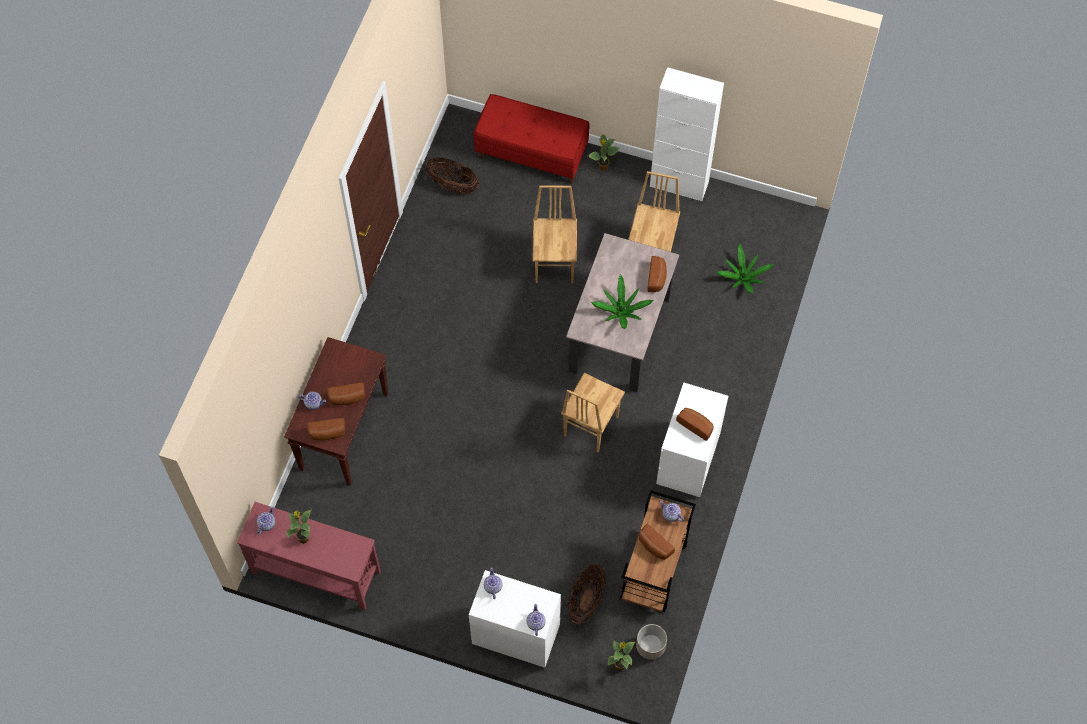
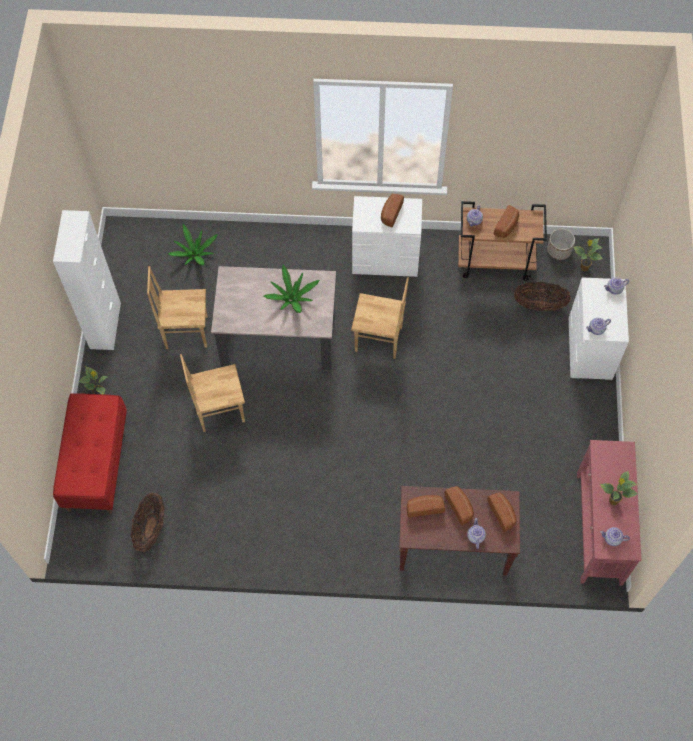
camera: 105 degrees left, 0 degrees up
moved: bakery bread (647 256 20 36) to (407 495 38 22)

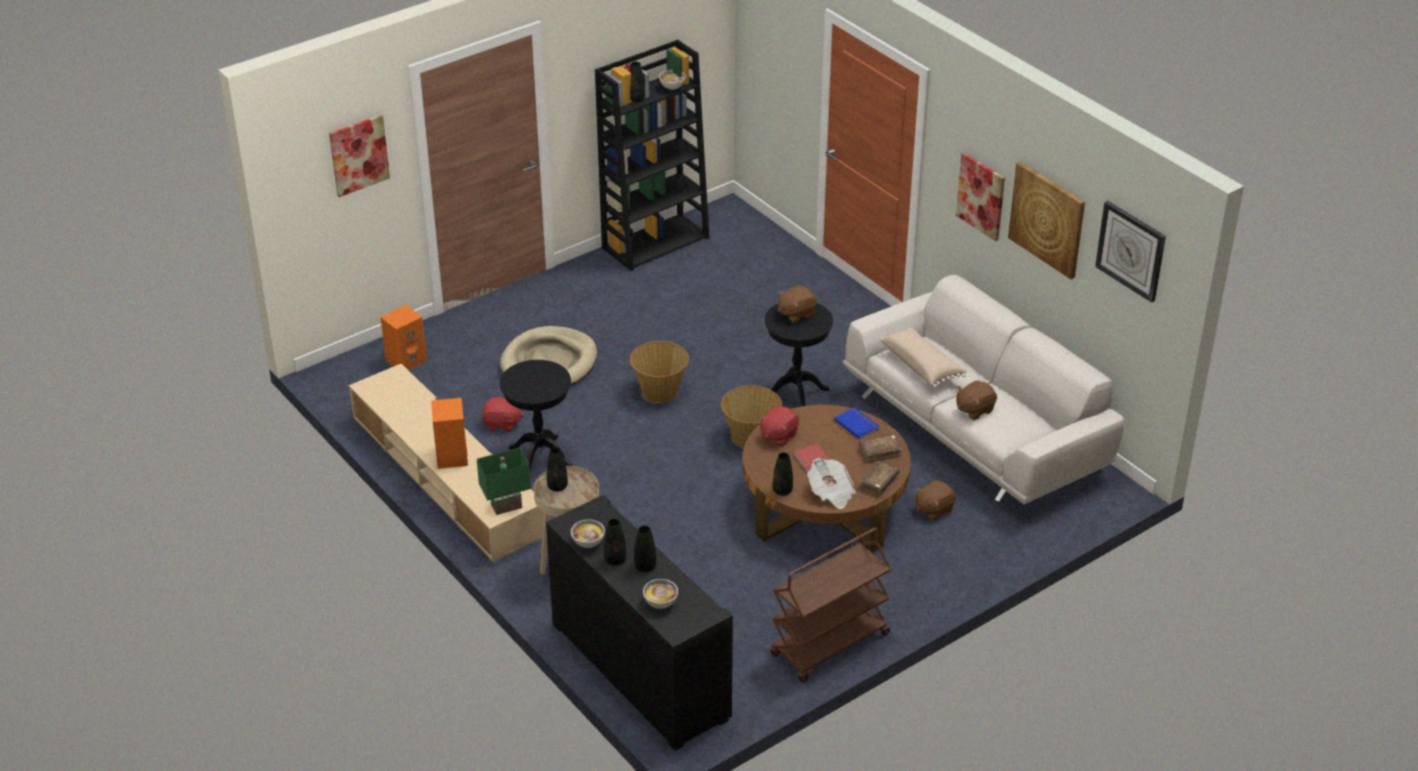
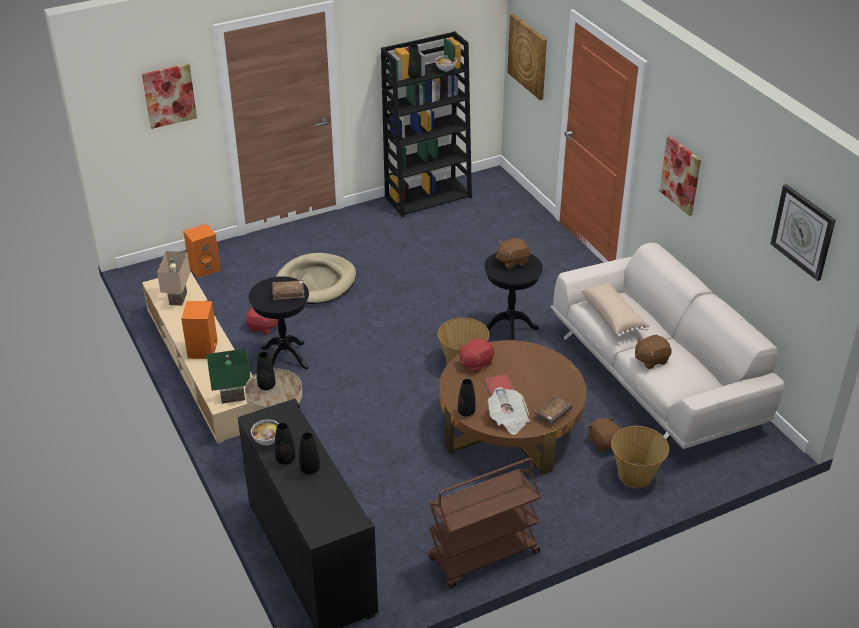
camera: 10 degrees right, 0 degrees up
removed: deep dish (643 579 35 30); bluish book (834 407 45 33)
added: beige tabletop lamp (157 251 33 55)
moved: household basket (630 341 59 62) to (611 426 58 62); brown-coloured book (859 434 44 29) to (272 280 32 20); wall picture (1008 161 77 118) to (507 14 40 86)
turned: brown-coloured plush toy (915 480 41 41) = (588 417 32 35) 90 degrees clockwise

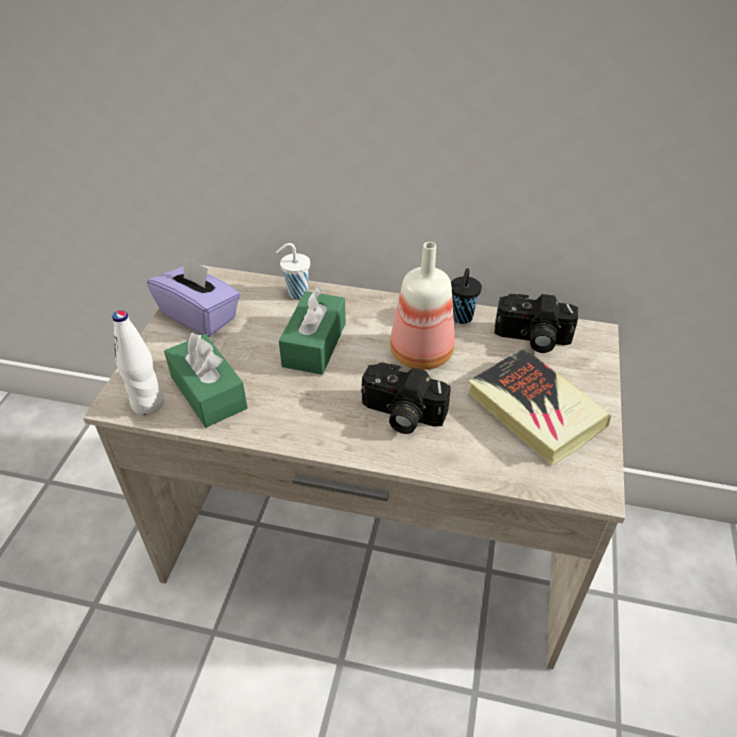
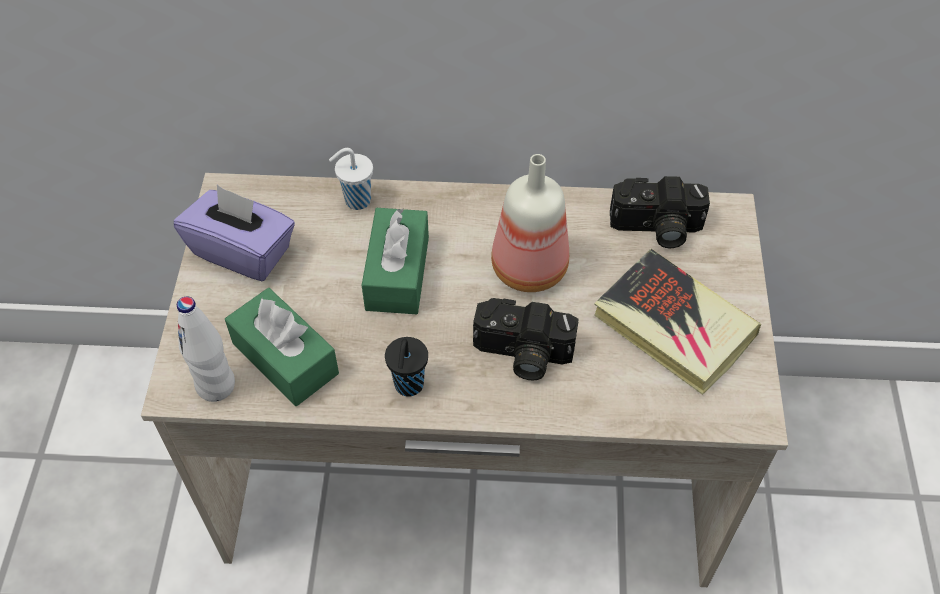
camera: 10 degrees left, 10 degrees up
moved: blackish small cup (451 268 31 56) to (385 337 43 59)

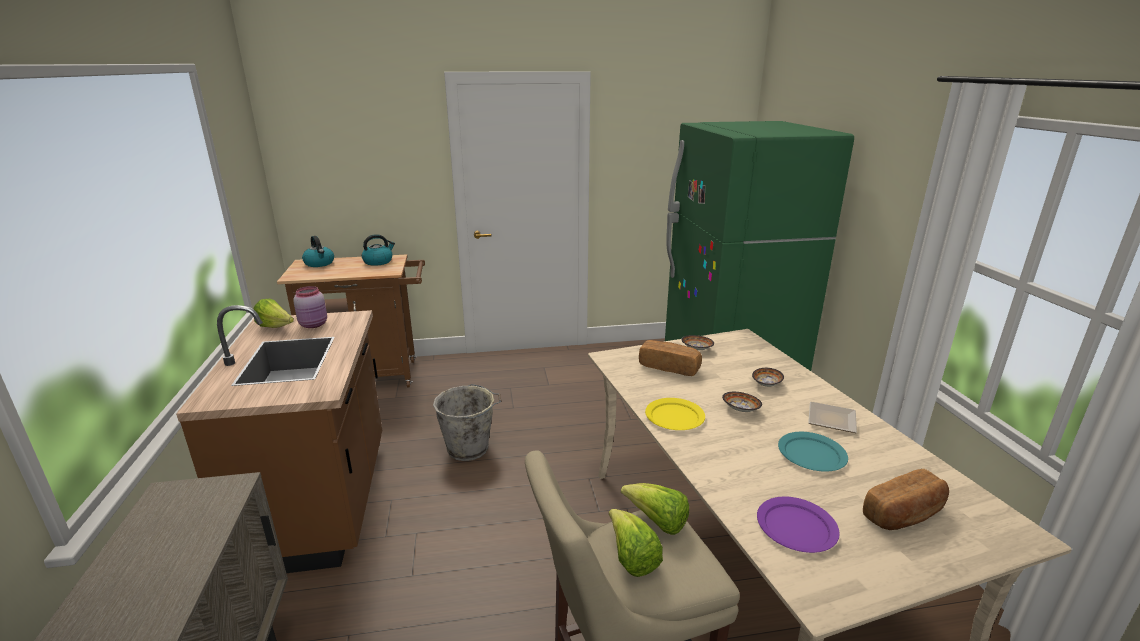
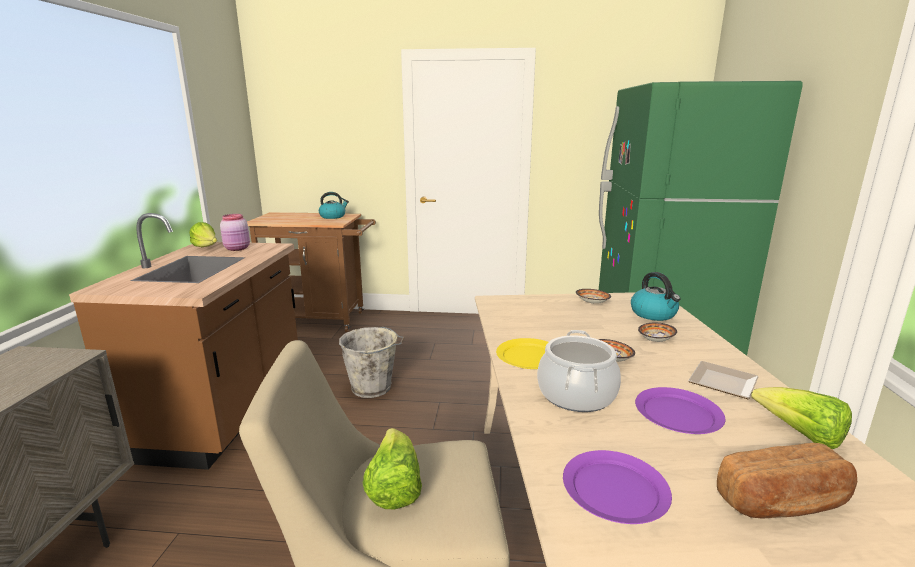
camera: 15 degrees right, 5 degrees down
removed: bakery bread (639 340 63 36)
added: saucepot (537 330 84 82)
moved: kettle (302 236 32 31) to (631 272 50 49); head of lettuce (621 483 68 52) to (751 387 101 62)
recoloured: turquoise-coloured dinner plate (778 432 70 40) to purplish dinner plate (635 387 90 47)

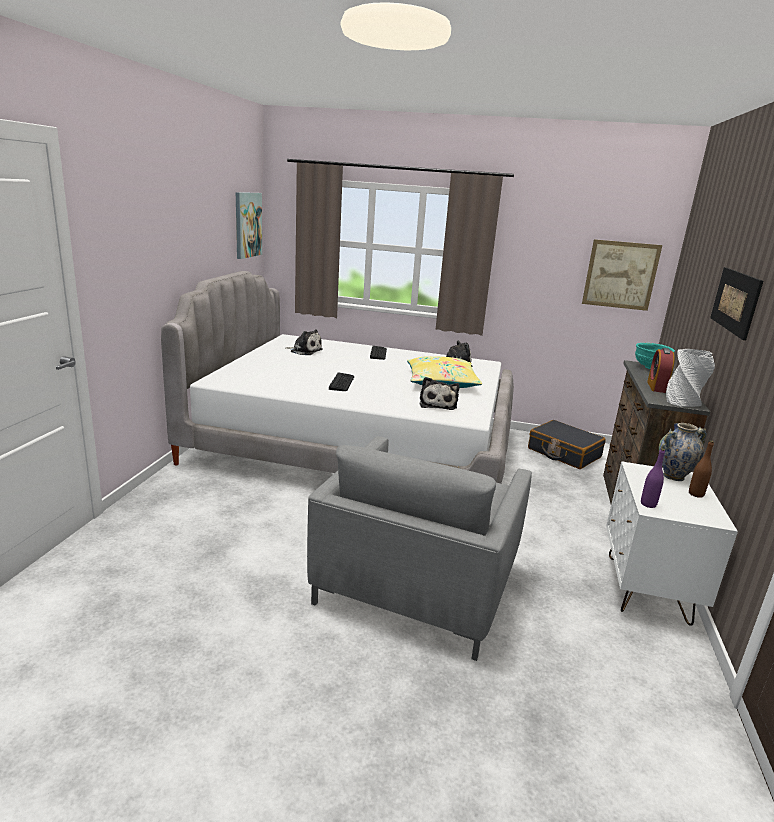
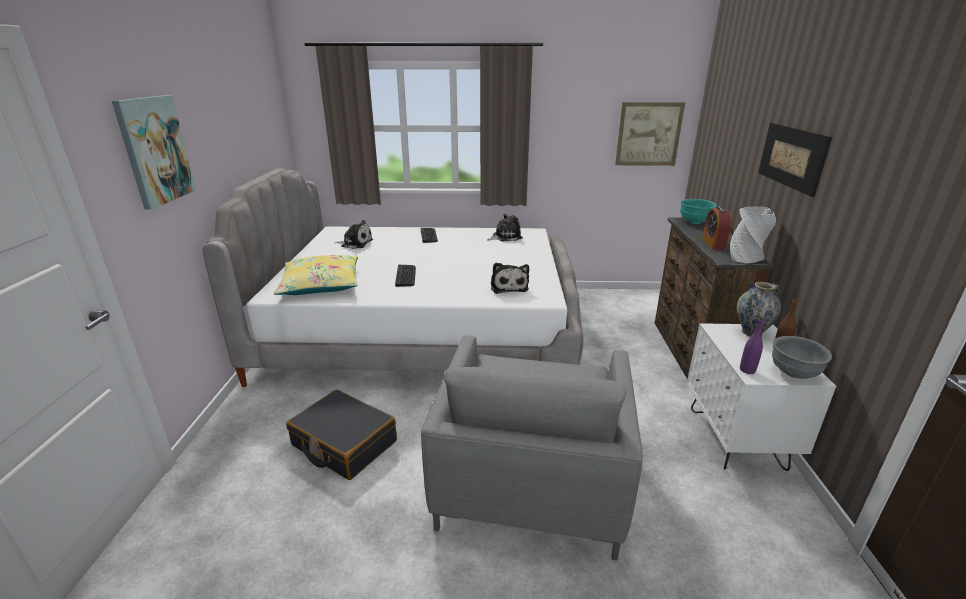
camera: 10 degrees left, 5 degrees up
added: gray deep dish (772 336 60 43)
moved: wall picture (236 192 26 67) to (112 95 84 115); yellow cushion (407 356 75 32) to (274 255 84 40); blackish travel case (528 420 78 49) to (286 389 111 91)

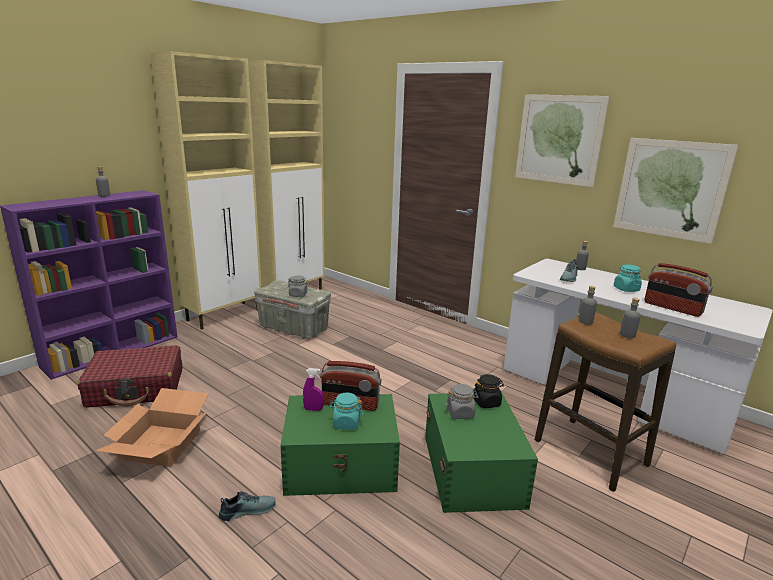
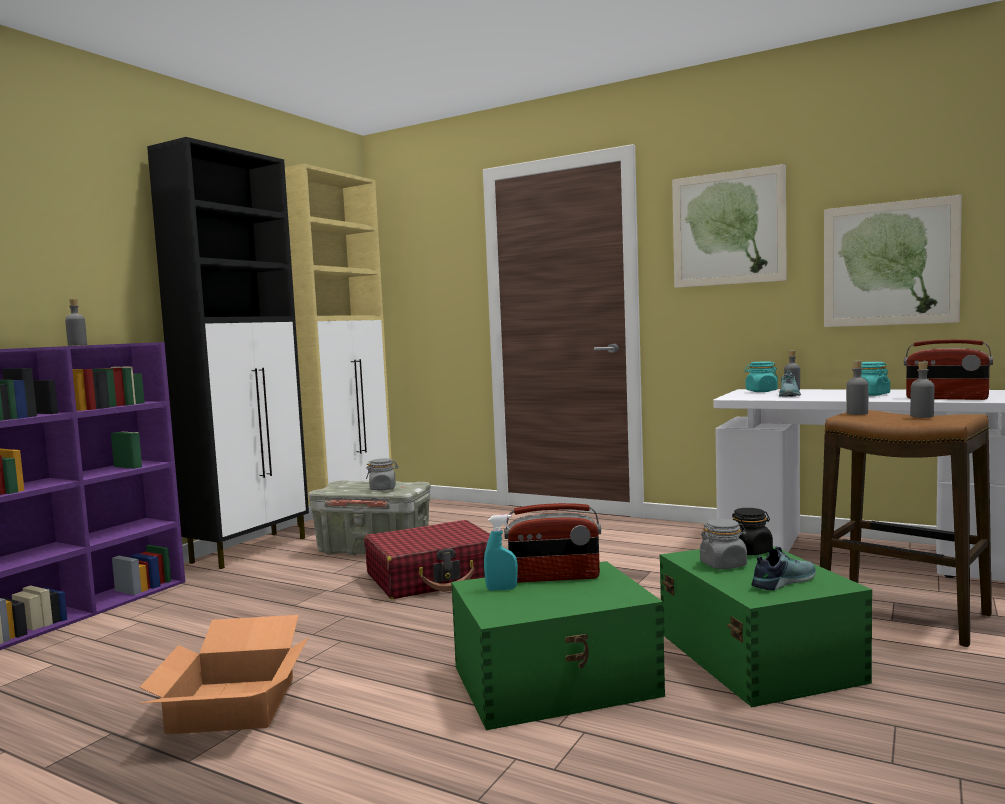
camera: 10 degrees left, 15 degrees down
moved: red-coloured travel case (78 345 104 63) to (364 520 126 79); shoe (219 491 57 30) to (751 546 65 45); turquoise-coloured preserve jar (330 393 33 37) to (745 361 33 31)
recoloured: beige cupboard (150 51 112 278) to blackish cupboard (147 137 162 432); purplish sprayer (303 368 21 43) to turquoise-coloured sprayer (484 514 34 77)

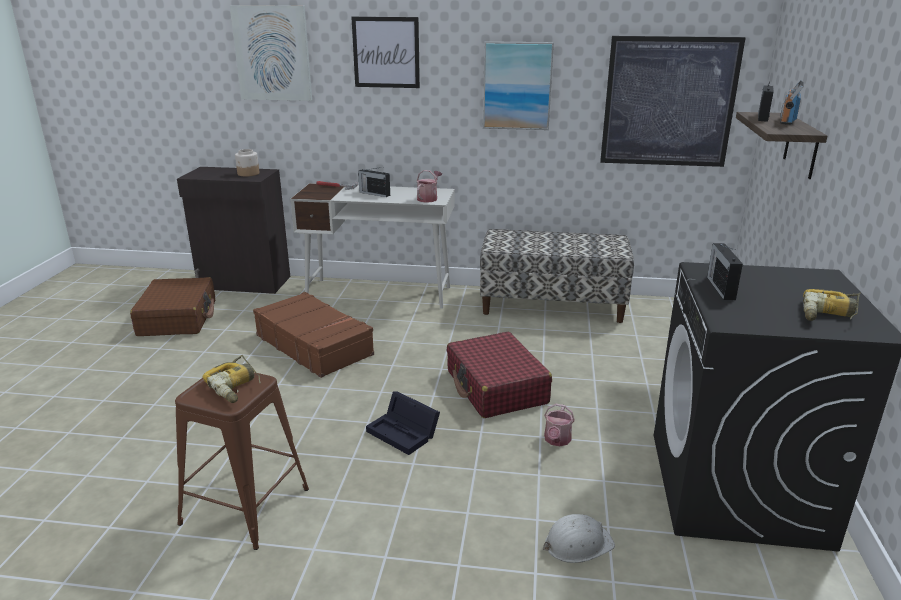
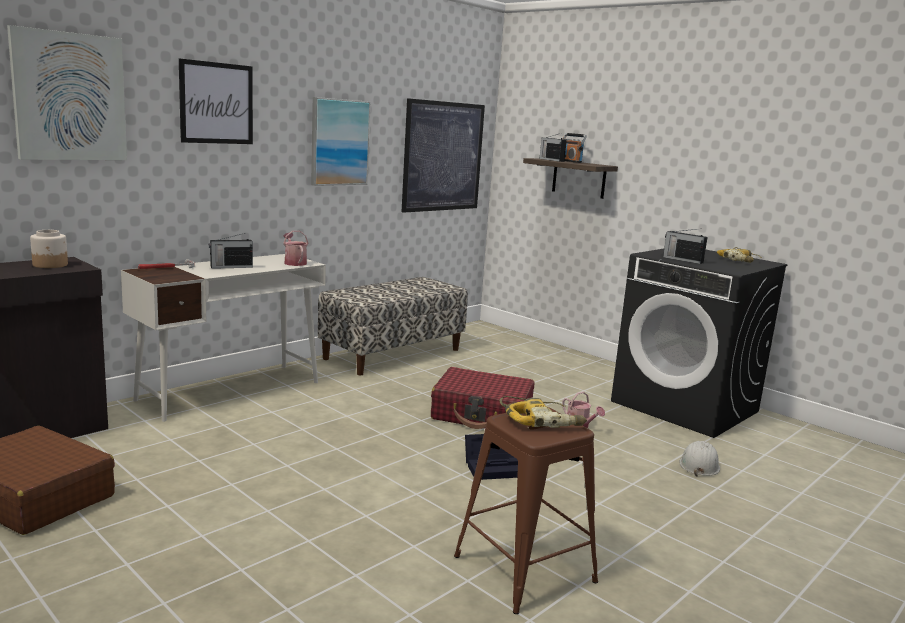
camera: 55 degrees left, 10 degrees down
removed: brown-coloured travel case (253 292 121 86)

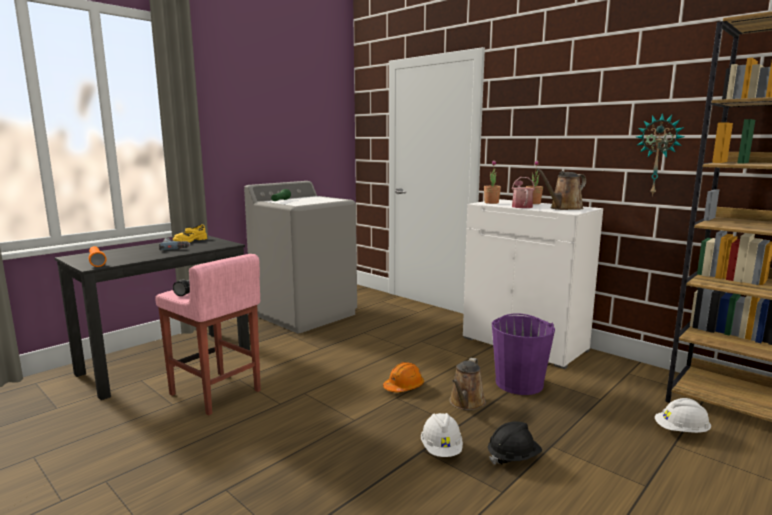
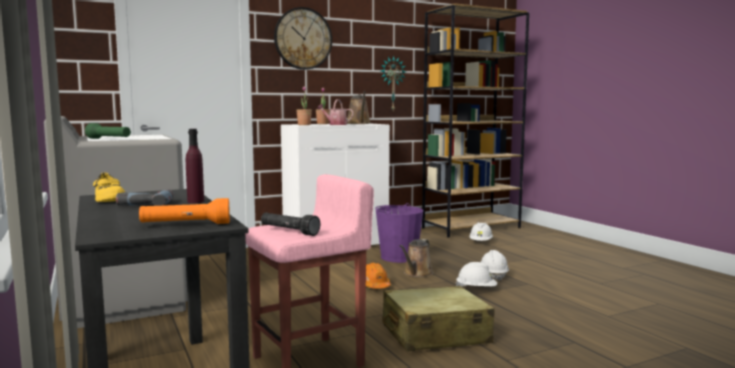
camera: 70 degrees left, 5 degrees down
added: purplish beverage bottle (186 129 18 74); wall clock (274 7 58 63); beige travel case (383 286 112 65)
recoloured: blackish work helmet (488 421 54 44) to white work helmet (481 250 28 30)
turned: brown-coloured watering can (449 358 37 52) = (399 239 34 38) 75 degrees clockwise

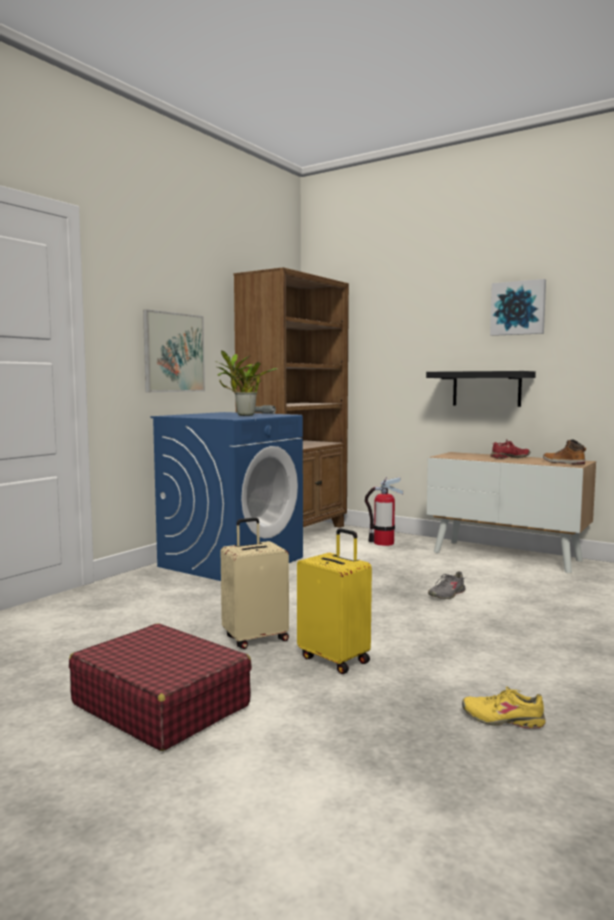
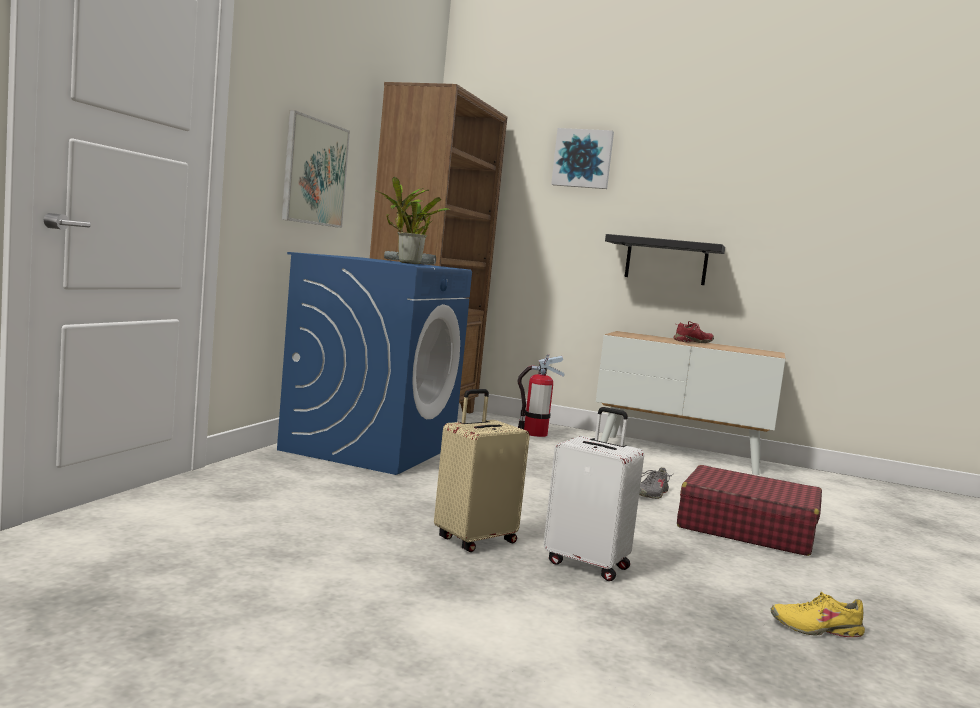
camera: 15 degrees left, 0 degrees up
removed: high-top boot (543 439 43 26)
moved: red-coloured travel case (69 623 183 128) to (677 465 145 91); wall picture (490 279 56 57) to (551 128 63 61)
recoloured: yellow travel case (297 528 75 146) to white travel case (543 407 101 174)

